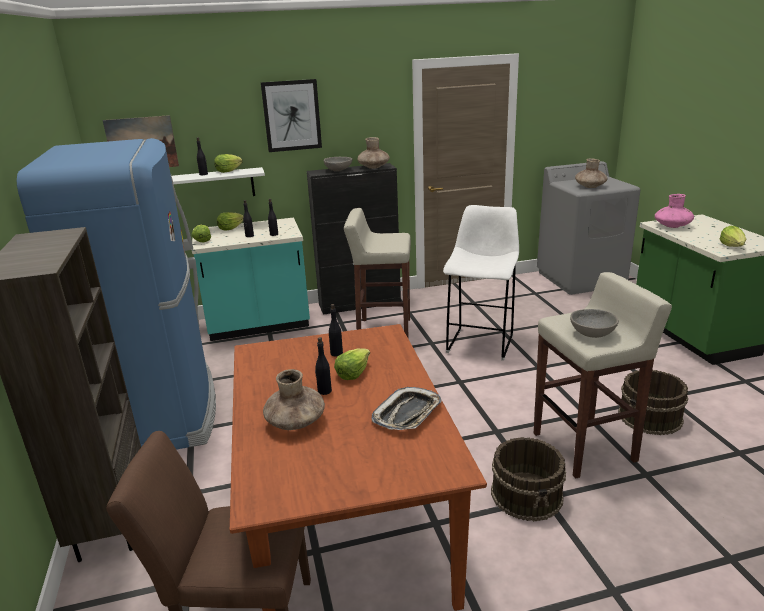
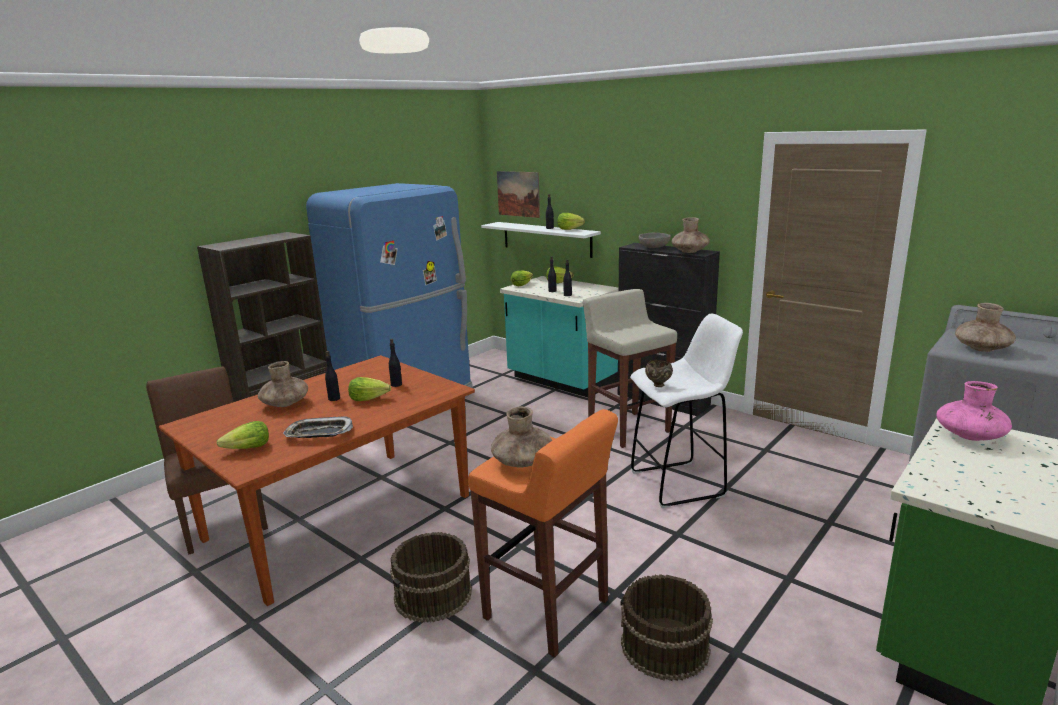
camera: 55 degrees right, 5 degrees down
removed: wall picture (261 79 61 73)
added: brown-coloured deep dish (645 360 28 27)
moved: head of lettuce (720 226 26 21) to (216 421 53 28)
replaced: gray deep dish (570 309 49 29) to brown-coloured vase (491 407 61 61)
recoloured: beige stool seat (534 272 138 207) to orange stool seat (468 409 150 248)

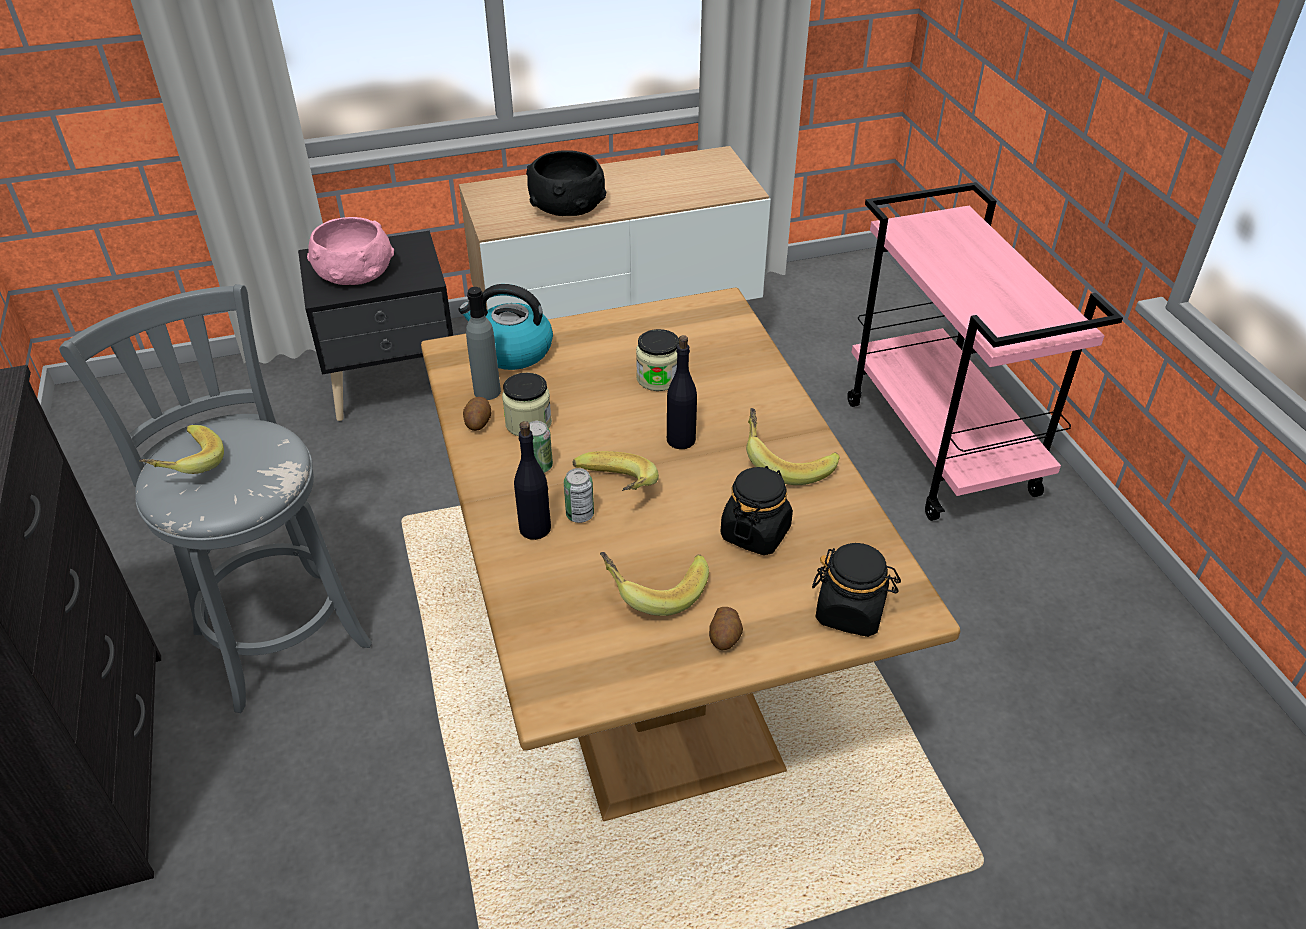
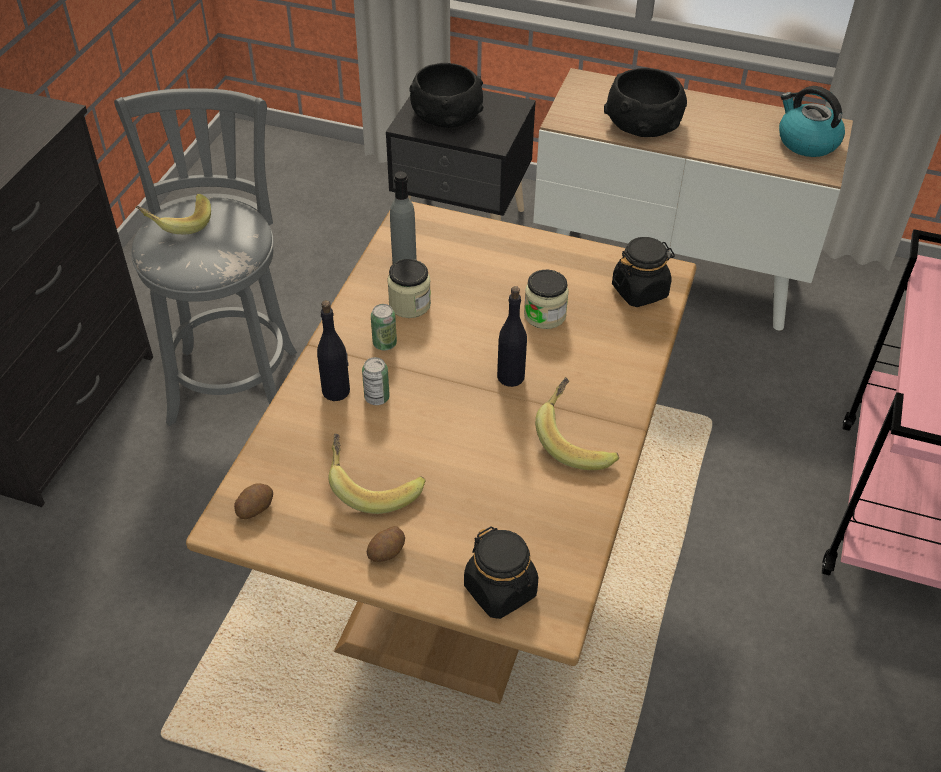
camera: 35 degrees right, 5 degrees up
removed: whole banana (573 451 86 40)
moved: kettle (459 284 94 86) to (779 86 66 71); whole potato (463 397 28 34) to (234 483 39 36); blackish preserve jar (720 466 73 89) to (612 237 63 70)
recoloured: pink-coloured deep dish (307 217 87 68) to blackish deep dish (409 63 75 65)

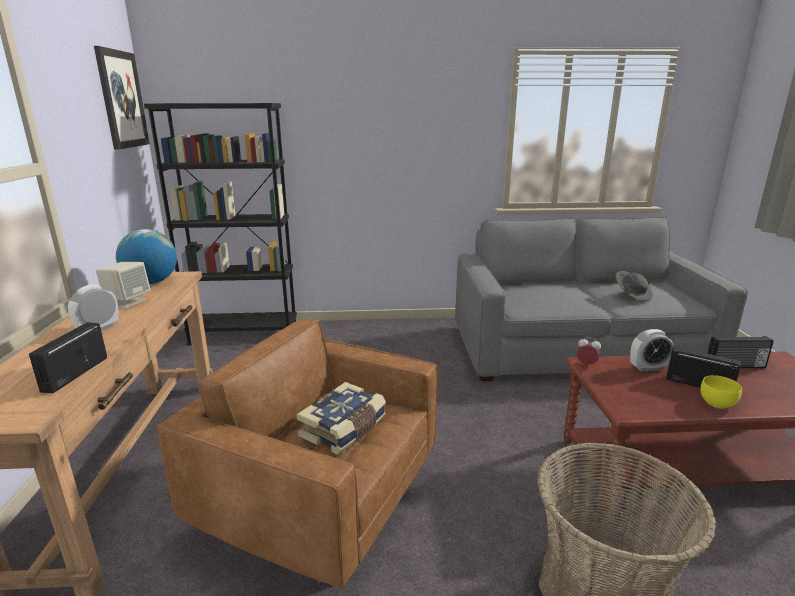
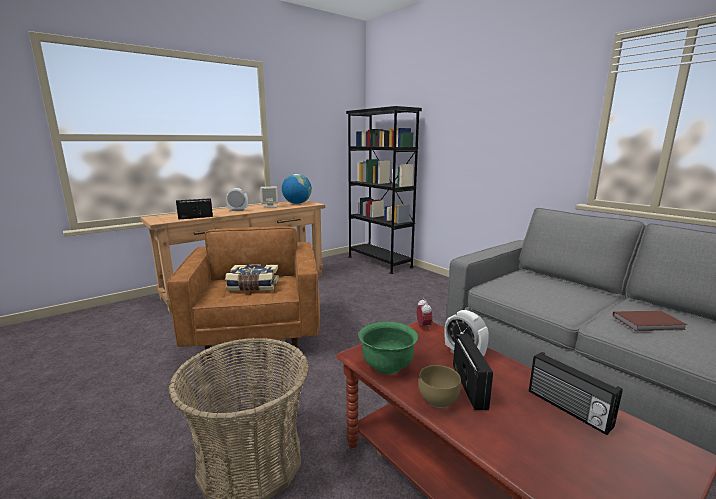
camera: 55 degrees right, 5 degrees down
removed: wall picture (94 46 56 104)
added: green deep dish (358 321 60 53)
replaced: gray clothing hat (615 271 38 30) to brown-coloured book (613 310 75 21)
recoloured: yellow deep dish (700 375 42 34) to brown-coloured deep dish (418 365 43 43)

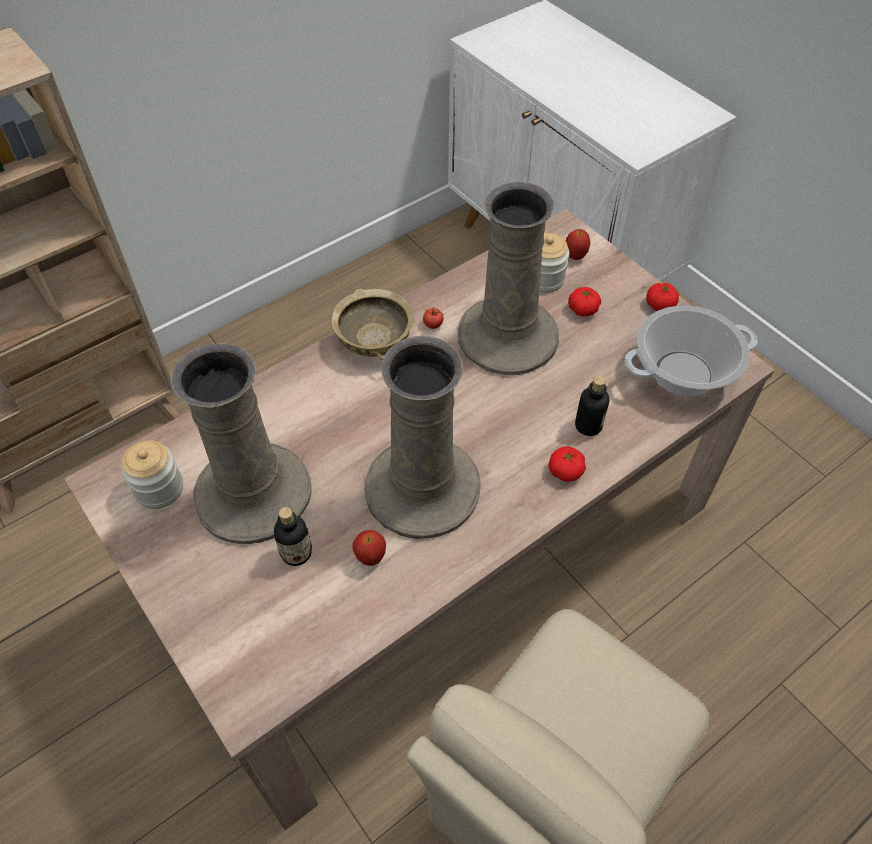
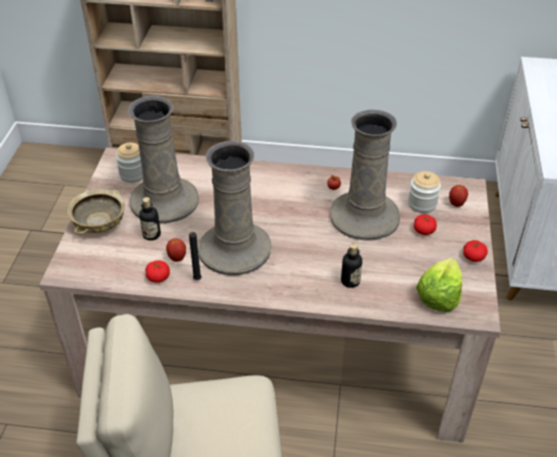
camera: 45 degrees right, 10 degrees down
added: blackish candle (189 232 13 48)
moved: beige deep dish (332 289 82 71) to (67 189 58 46); tomato (548 446 38 36) to (145 260 25 23)
replaced: saucepot (624 306 134 90) to head of lettuce (416 258 46 54)

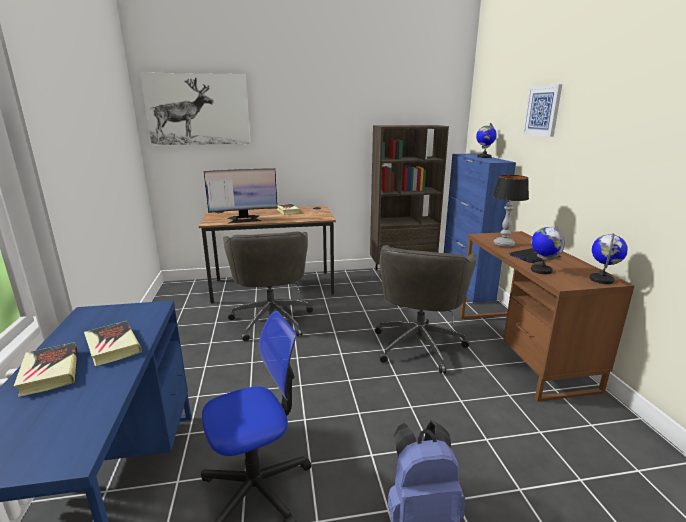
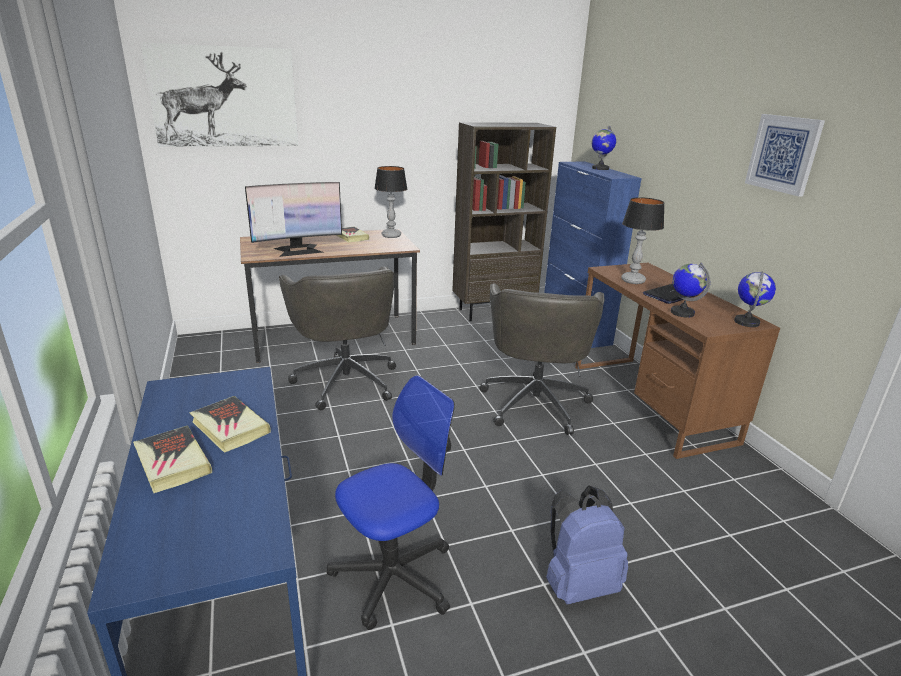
camera: 10 degrees left, 5 degrees up
added: tabletop lamp (374 166 33 72)
moved: wall picture (523 84 39 53) to (745 114 80 82)

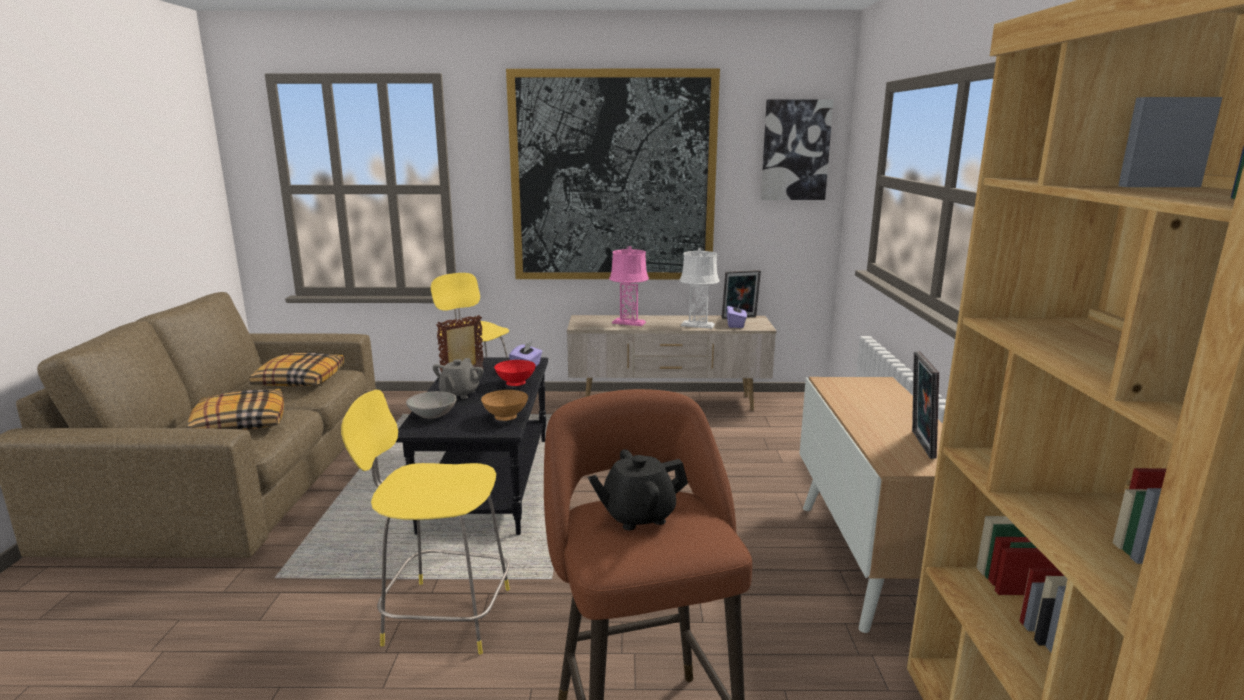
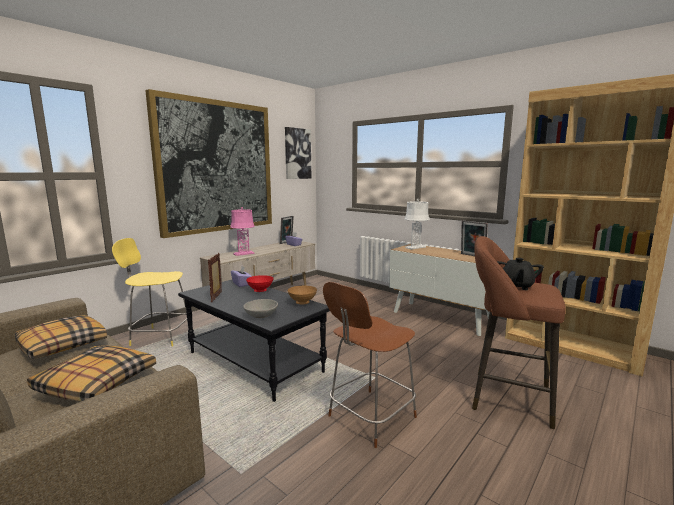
camera: 50 degrees left, 5 degrees down
removed: gray pot for tea (433 358 50 41)
moved: white tabletop lamp (679 248 41 81) to (404 199 26 51)
recoloured: yellow stool seat (341 390 169 264) to brown-coloured stool seat (323 282 94 166)

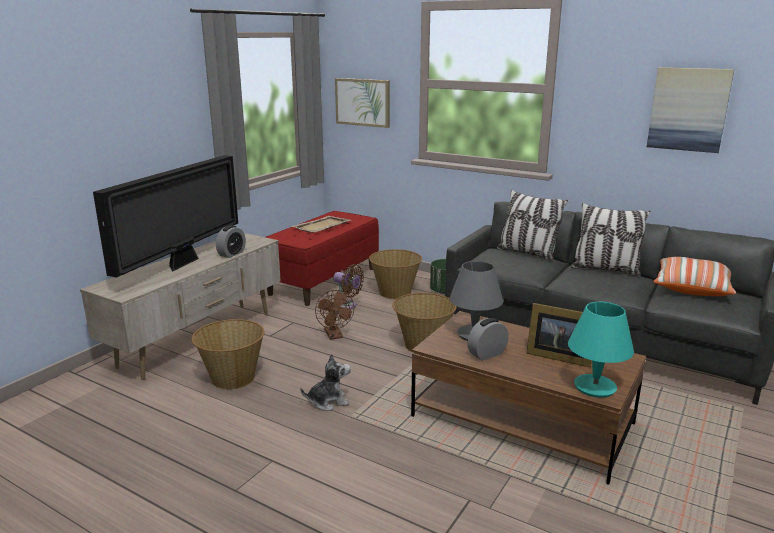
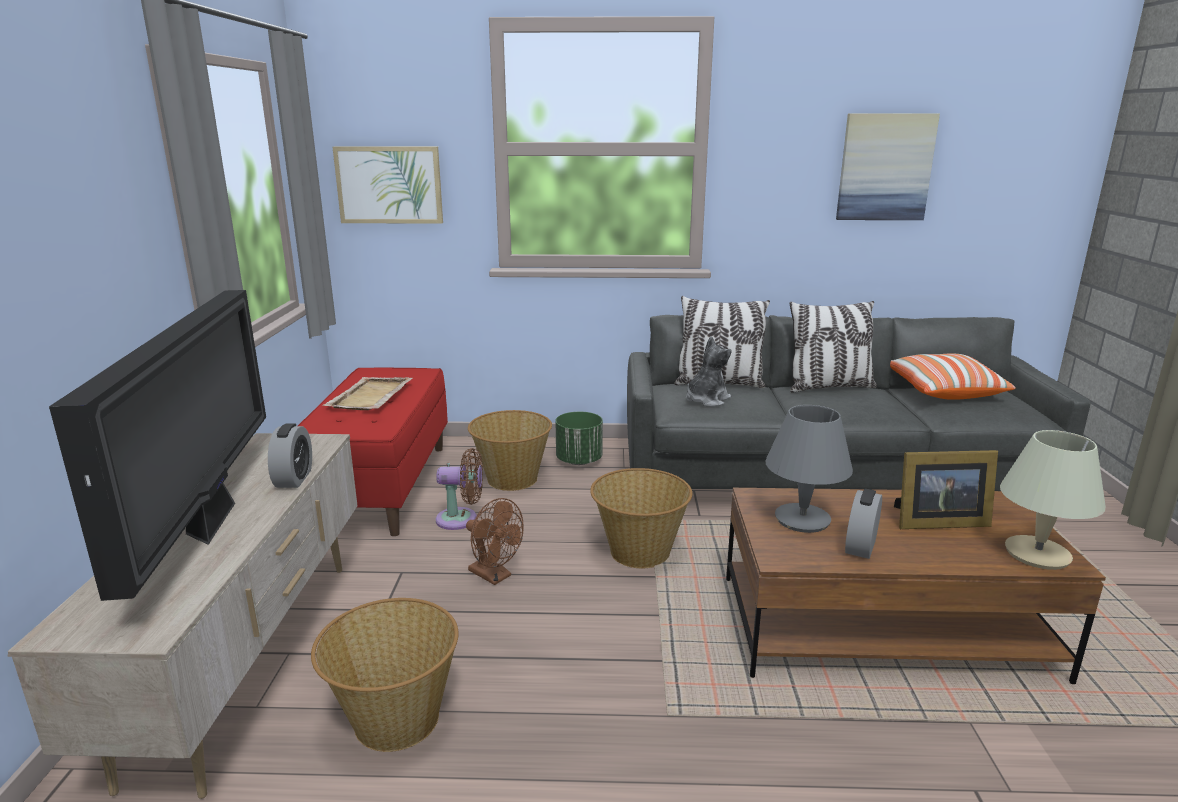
camera: 30 degrees left, 0 degrees up
moved: plush toy (300 353 51 58) to (686 336 45 71)
recoloured: turquoise-coloured tabletop lamp (568 302 66 96) to beige tabletop lamp (1000 430 106 140)

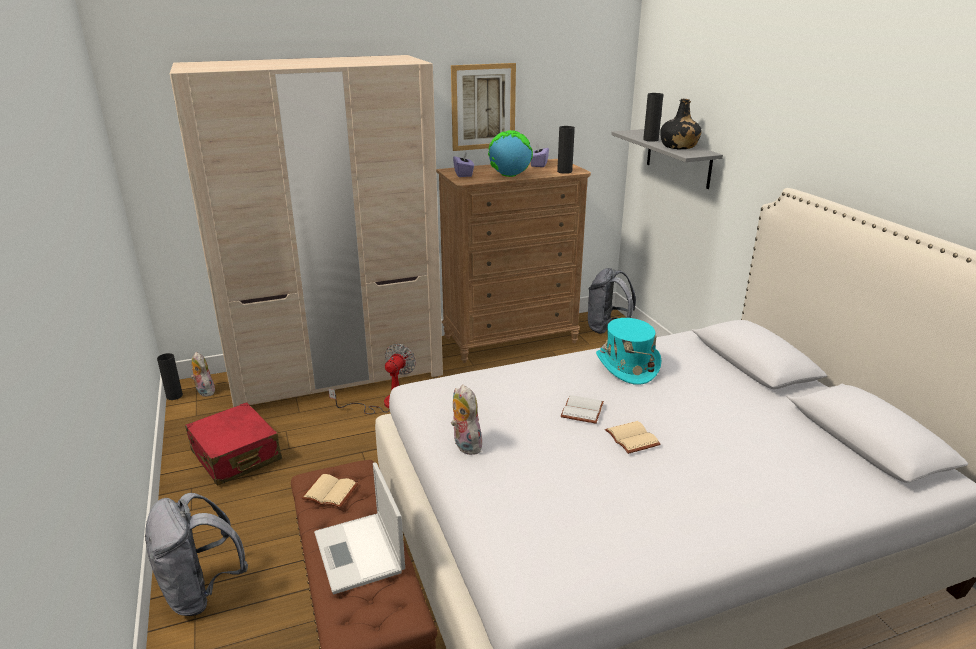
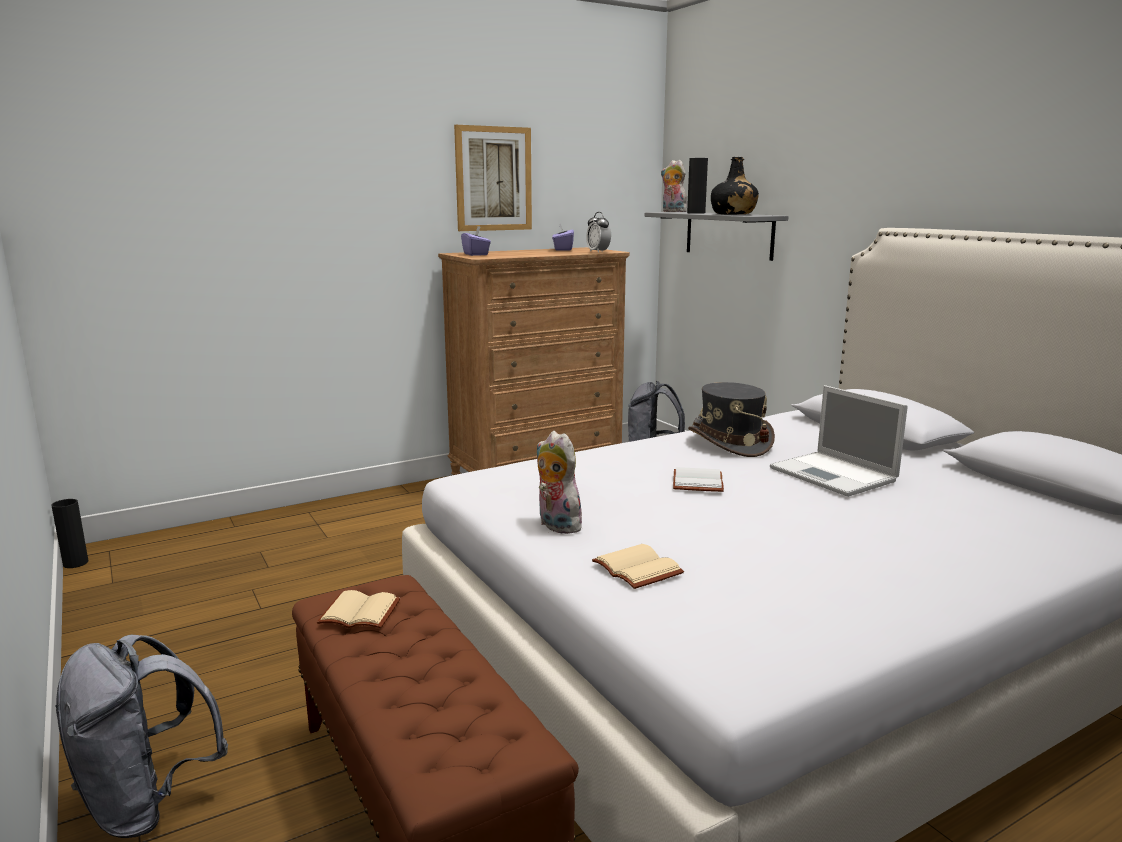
camera: 10 degrees left, 10 degrees down
removed: beige clothes cupboard (170 55 273 352); red-coloured travel case (185 402 97 84); cooling fan (328 344 88 70); globe (488 130 45 47)
moved: plush toy (191 352 24 45) to (661 160 26 52); portable computer (314 463 91 131) to (770 385 138 112); beige book (605 421 56 33) to (592 544 92 45)
replaced: blackish vase (557 126 18 48) to table clock (586 212 25 41)
recoloured: turquoise-coloured clothing hat (596 318 65 67) to gray clothing hat (688 382 87 75)

